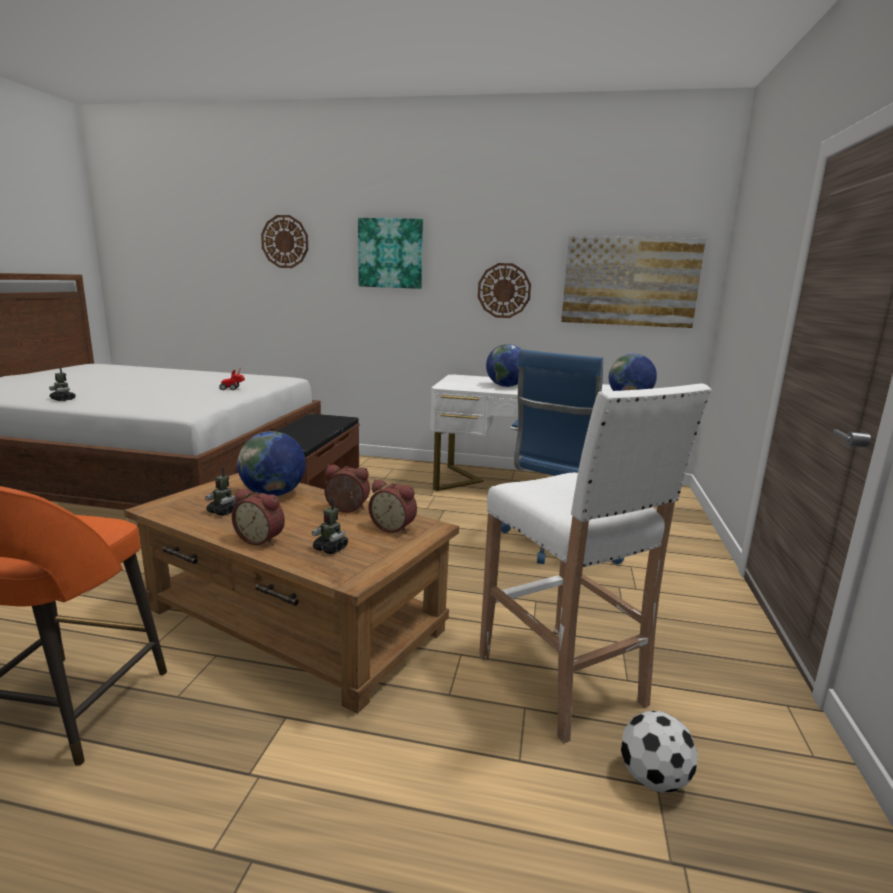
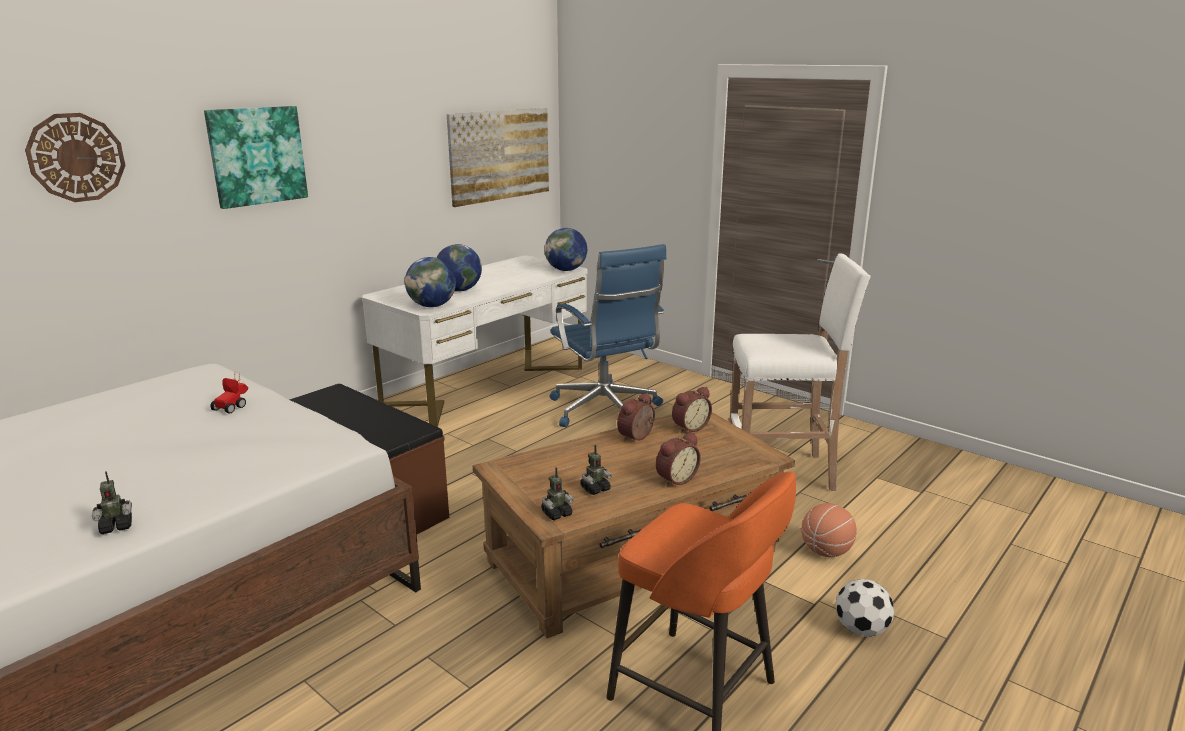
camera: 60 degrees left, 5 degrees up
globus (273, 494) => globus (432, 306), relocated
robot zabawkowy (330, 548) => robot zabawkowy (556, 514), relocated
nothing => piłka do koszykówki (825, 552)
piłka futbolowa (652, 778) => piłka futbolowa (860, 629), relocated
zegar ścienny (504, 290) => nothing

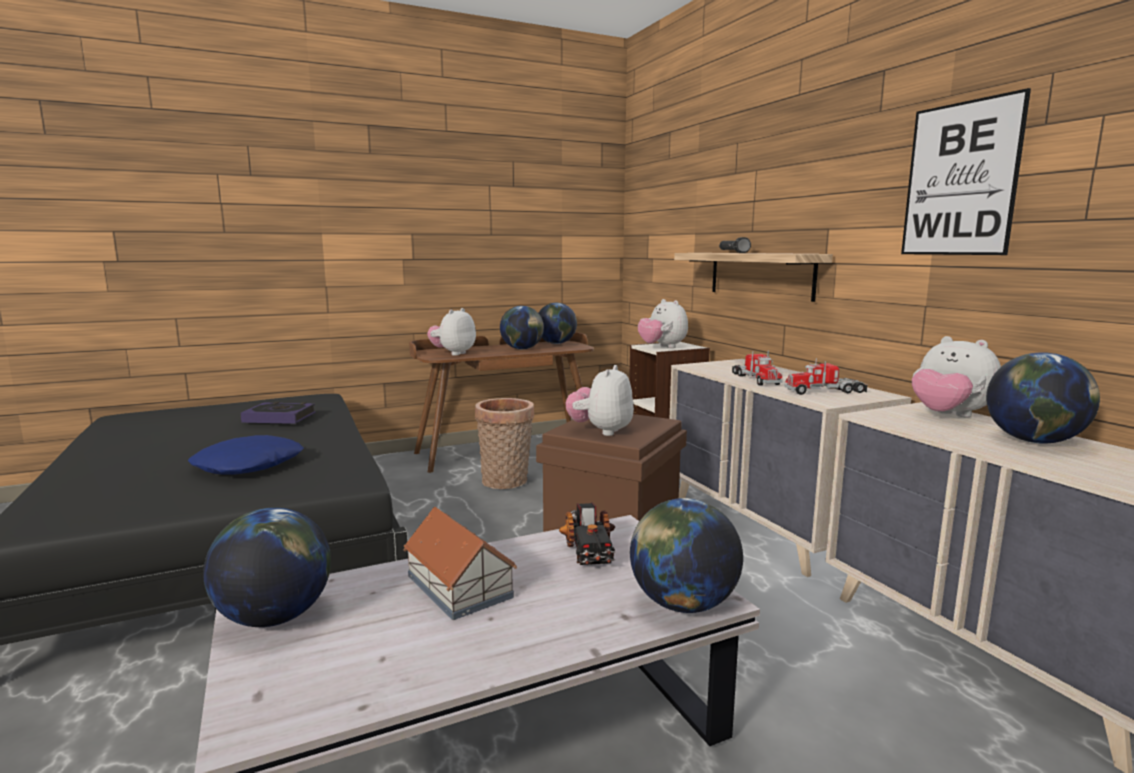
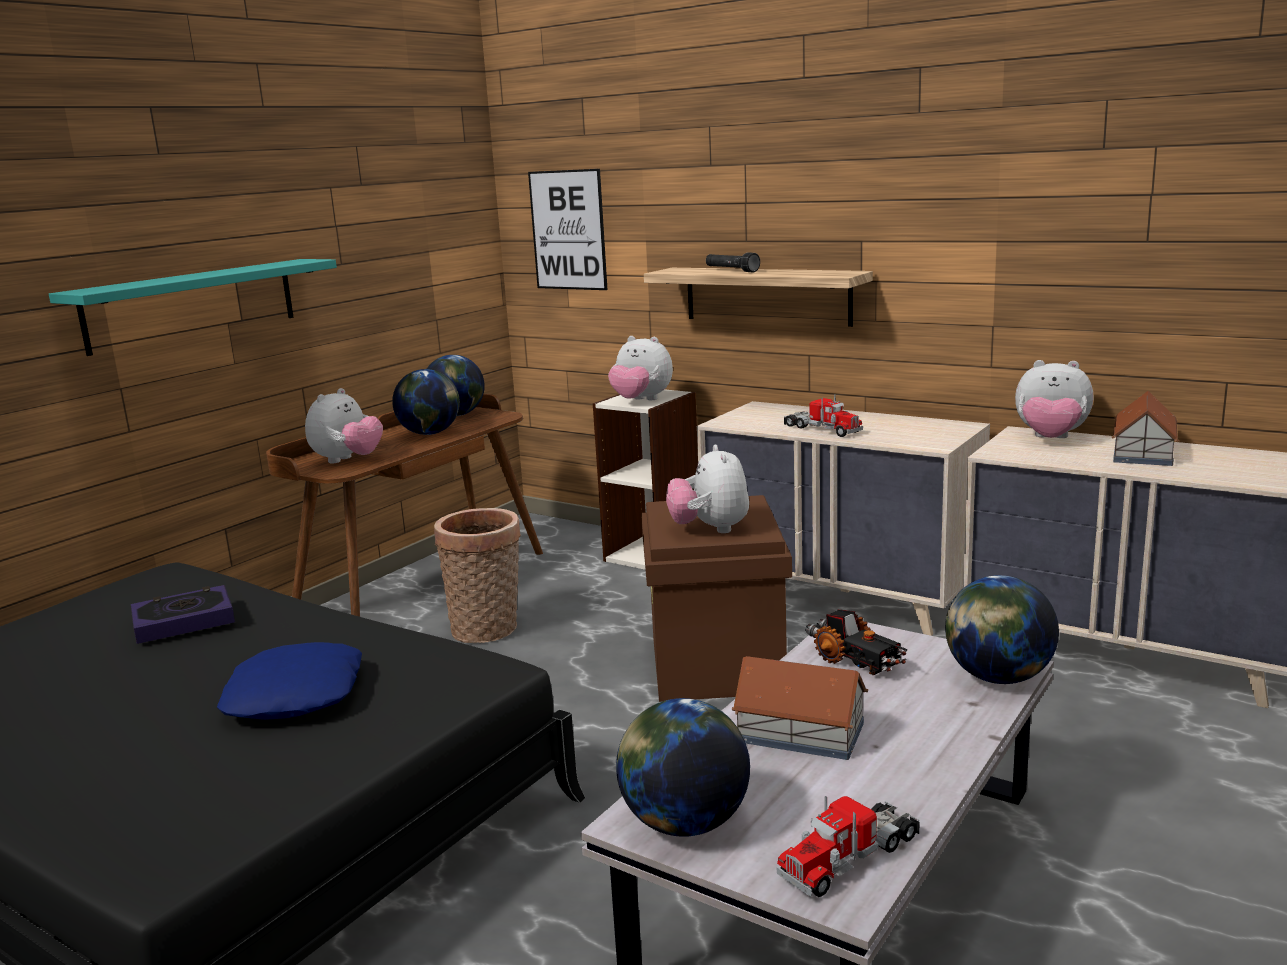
camera: 30 degrees left, 5 degrees up
nothing => półka (turkusowy) (192, 305)
pluszak (453, 353) => pluszak (347, 460), 150 degrees counterclockwise
obraz (960, 179) => obraz (568, 230), relocated
ciężarówka zabawkowa (825, 391) => ciężarówka zabawkowa (850, 857), relocated
globus (1034, 441) => domek (1143, 452)

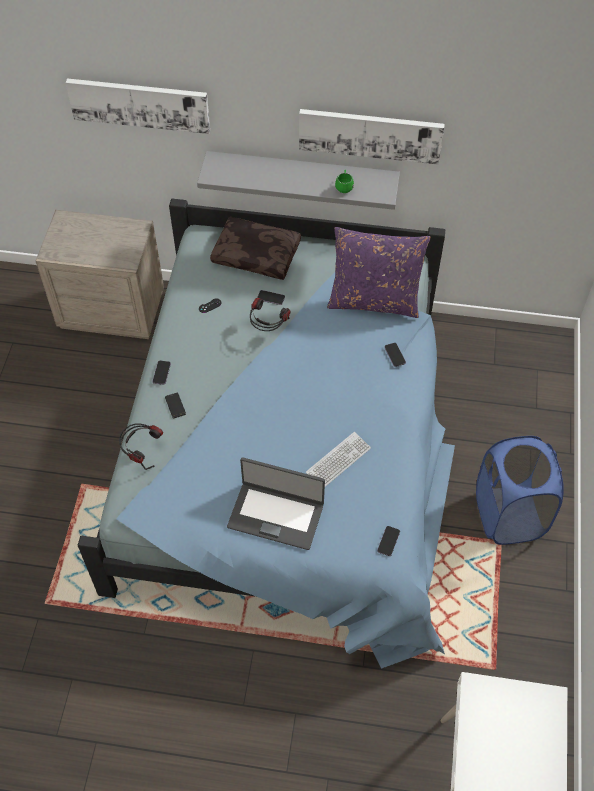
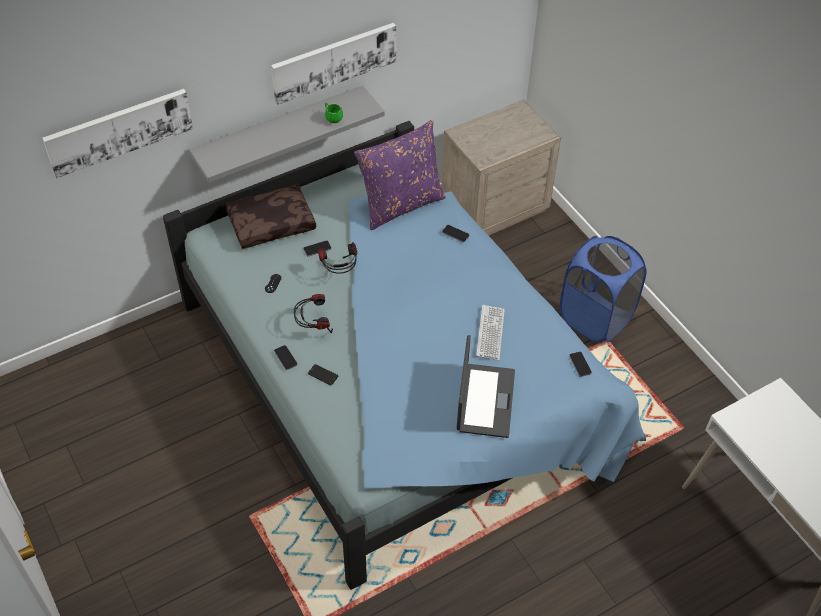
camera: 40 degrees left, 5 degrees down
słuchawki (142, 453) => słuchawki (313, 326), relocated
szafka nocna (beżowy) (112, 309) => szafka nocna (beżowy) (493, 207), relocated
laptop (276, 515) => laptop (484, 400), 60 degrees counterclockwise

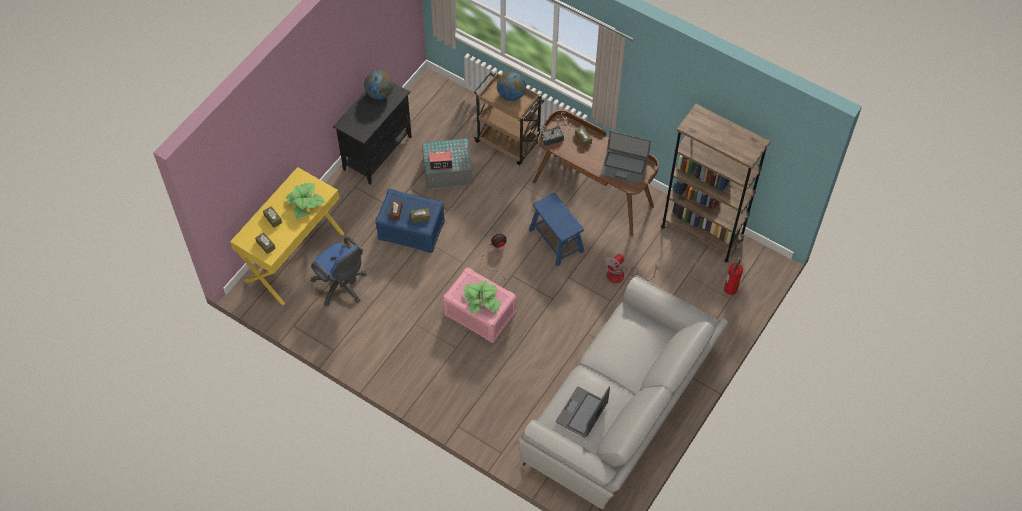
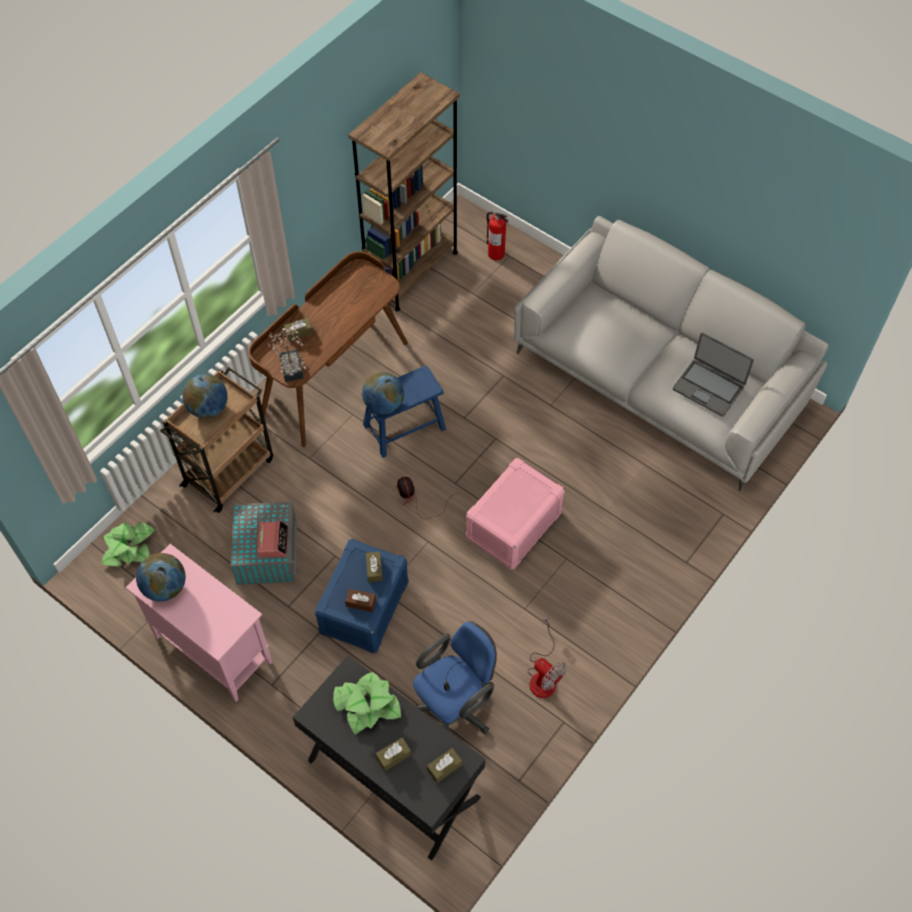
camera: 85 degrees left, 0 degrees up
roślina doniczkowa (482, 300) => roślina doniczkowa (129, 548), relocated
szafka (czarny) (378, 152) => szafka (różowy) (212, 649)
biurko (żółty) (294, 256) => biurko (czarny) (392, 779)
nothing => globus (384, 405)
wentylator (622, 275) => wentylator (543, 675), relocated
laptop (624, 167) => nothing

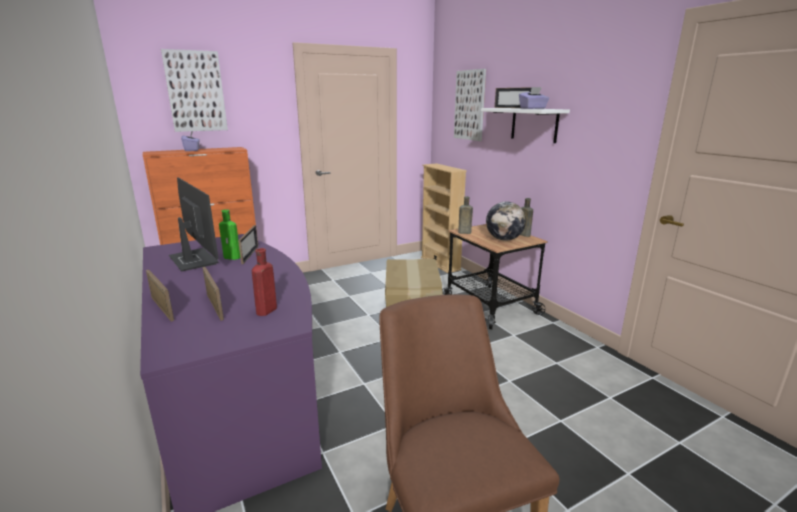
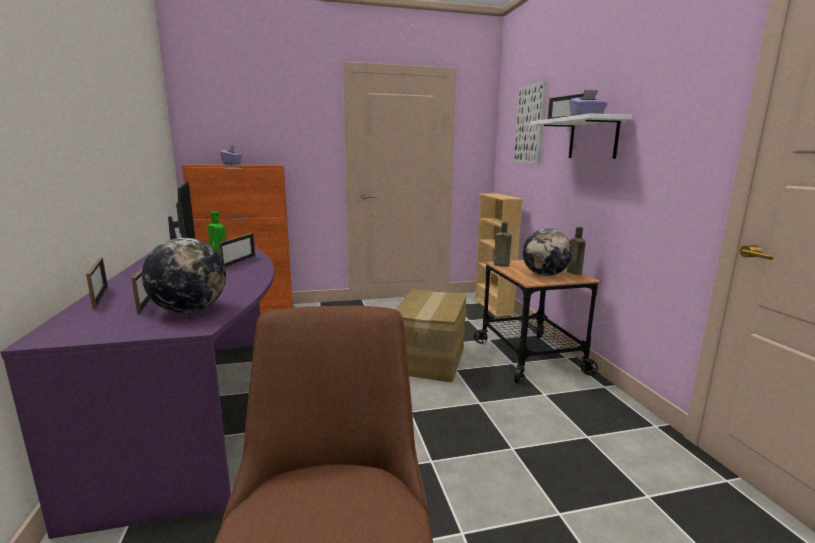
camera: 15 degrees right, 5 degrees down
butelka (czerwony) (265, 311) => globus (189, 310)
obraz (195, 91) => nothing

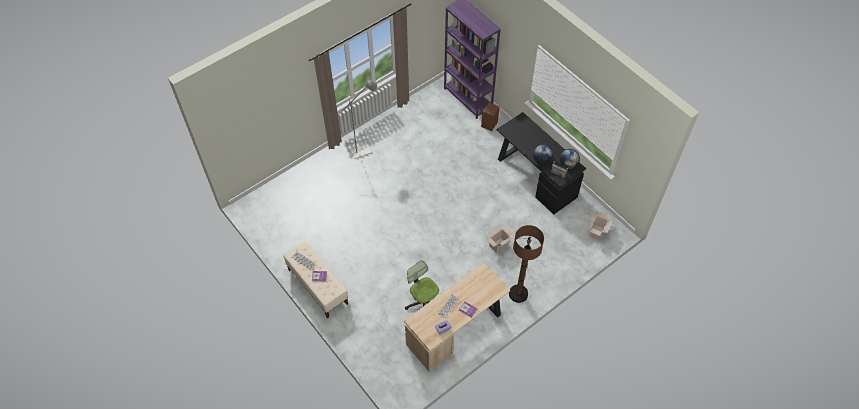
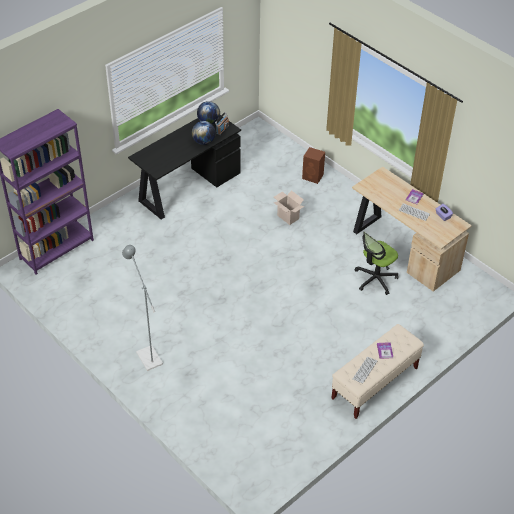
camera: 95 degrees left, 10 degrees down
głośnik (brązowy) (489, 124) => głośnik (brązowy) (313, 177), relocated
lampa stojąca (brązowy) (518, 294) => nothing
karton (596, 233) => nothing

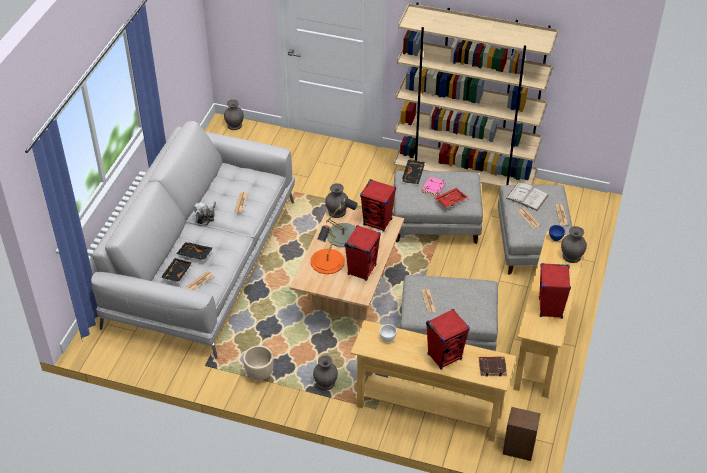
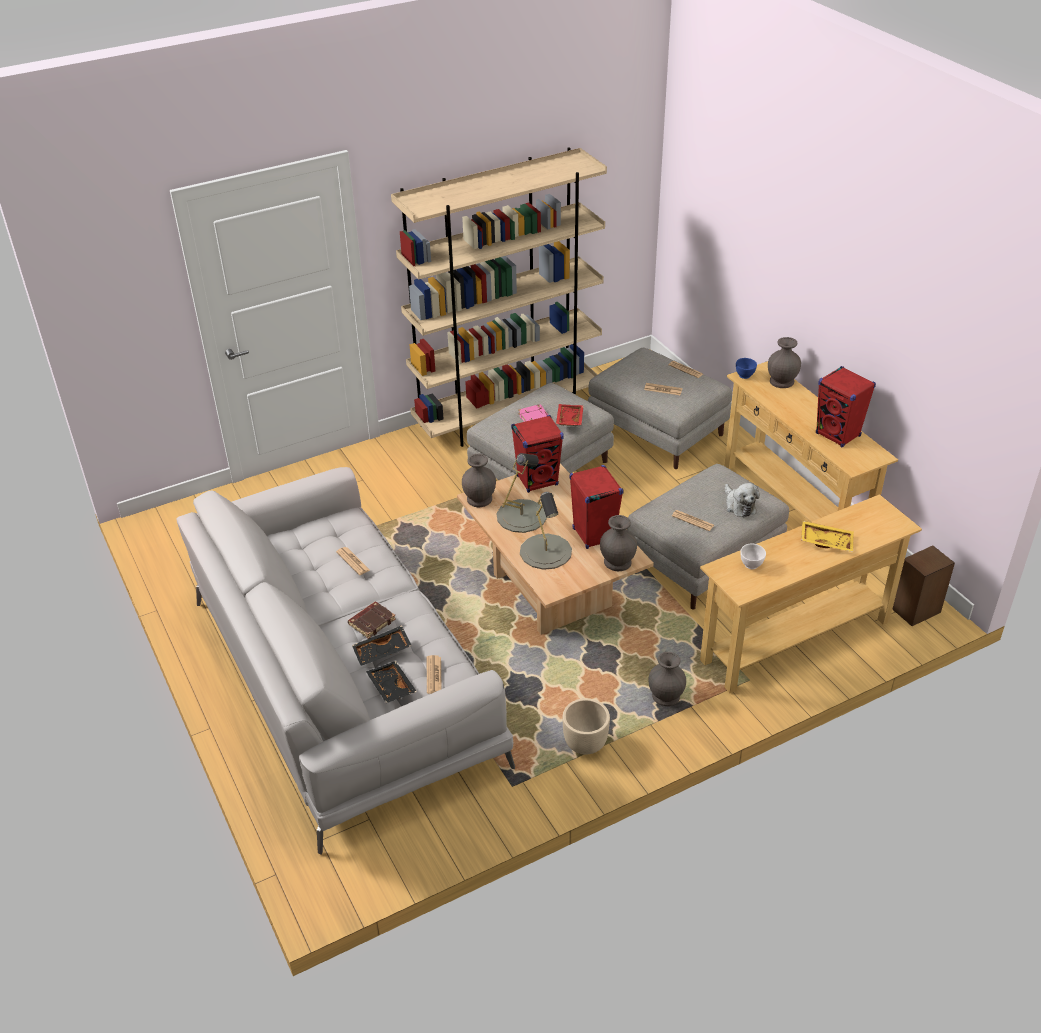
camera: 45 degrees left, 5 degrees down
książka (brązowy) (492, 367) => książka (brązowy) (372, 622), relocated
lampa stołowa (pomarańczowy) (327, 261) => lampa stołowa (szary) (546, 551)
wazon (szary) (234, 125) => wazon (szary) (617, 561), relocated
pluszak (206, 216) => pluszak (739, 505), relocated
głośnik (czerwony) (444, 356) => taca (żółty) (826, 541)
taca (czarny) (413, 175) => nothing
książka (biały) (527, 197) => nothing

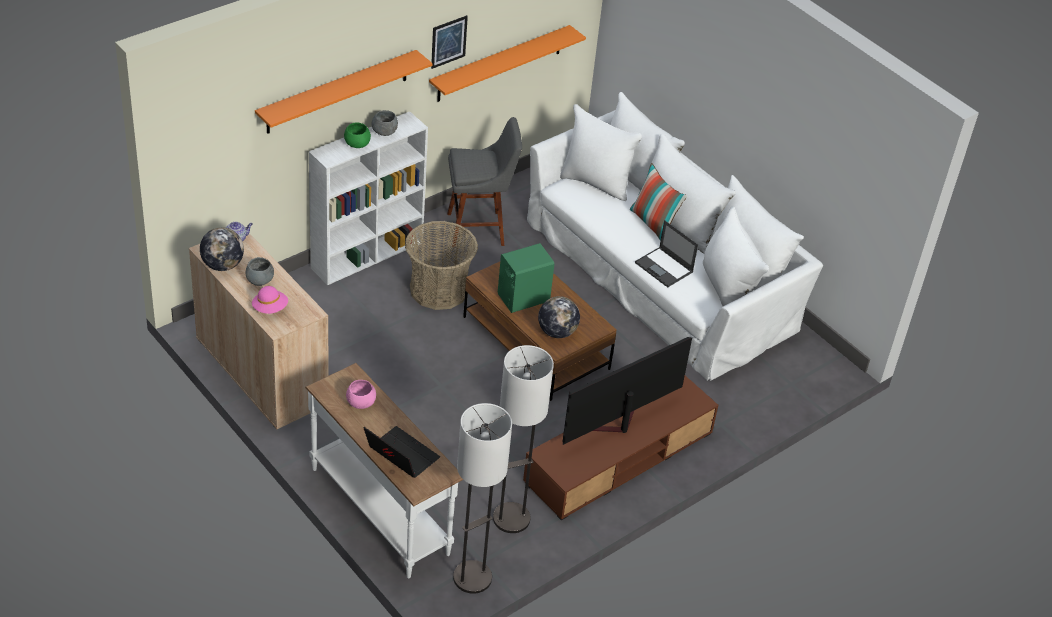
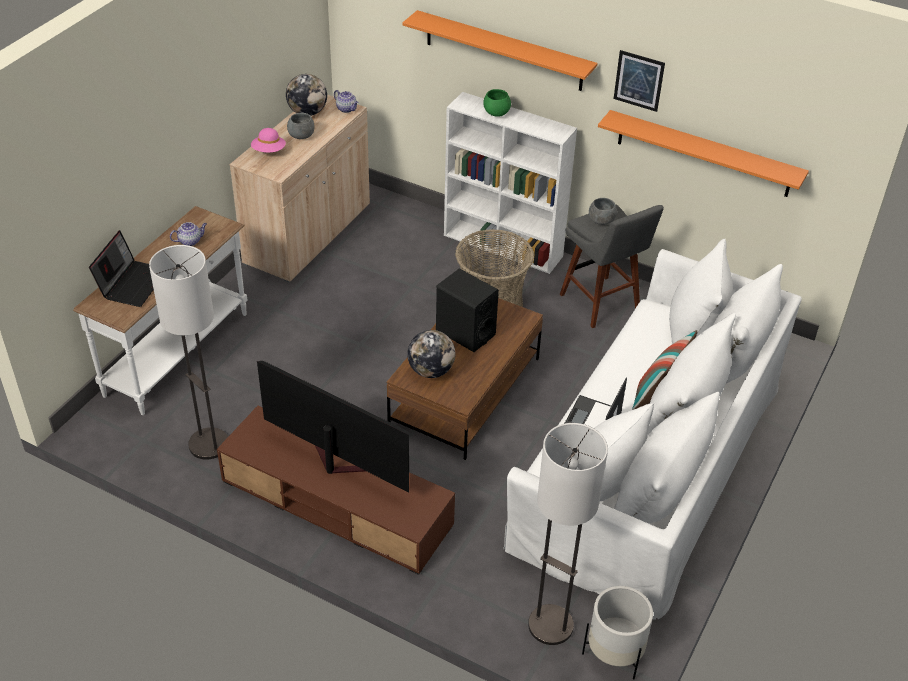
camera: 70 degrees right, 0 degrees up
miska (różowy) (360, 403) => imbryk (190, 241)
głośnik (zielony) (523, 298) => głośnik (czarny) (465, 333)
lampa stojąca (472, 578) => lampa stojąca (550, 625), relocated
nothing => donica (biały) (614, 654)
miska (szary) (384, 132) => miska (szary) (601, 221), relocated

